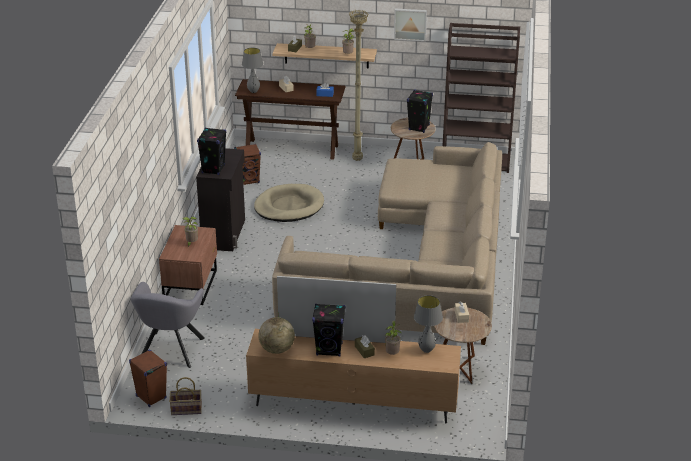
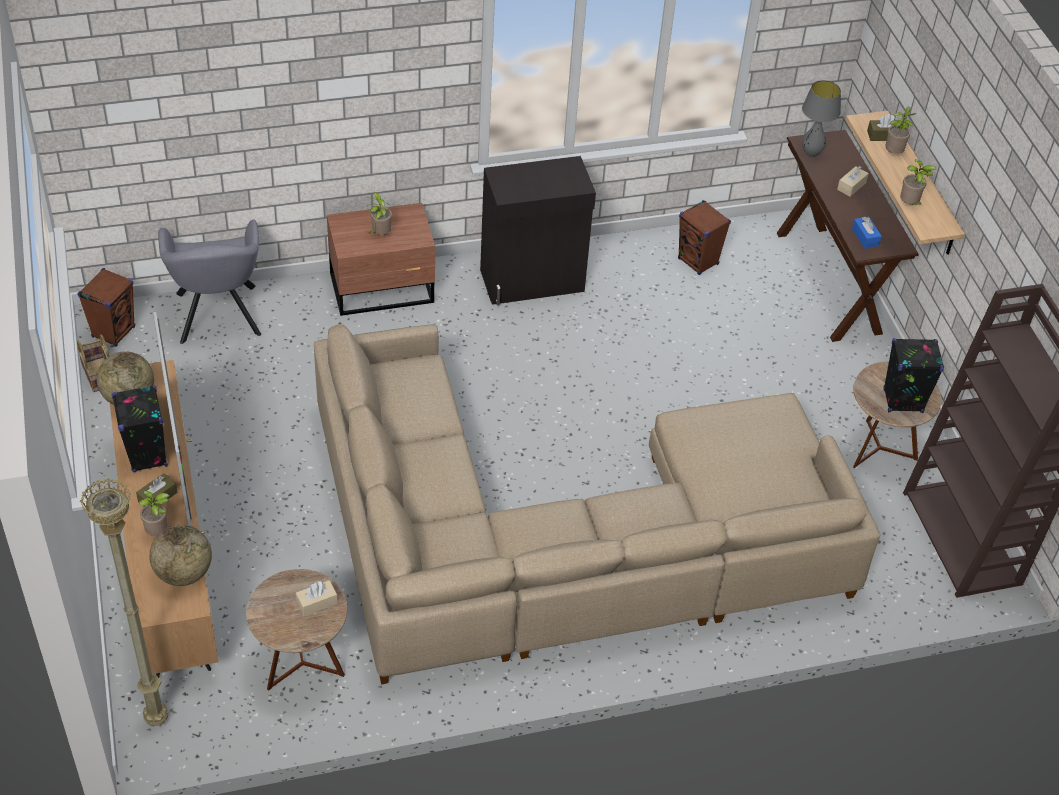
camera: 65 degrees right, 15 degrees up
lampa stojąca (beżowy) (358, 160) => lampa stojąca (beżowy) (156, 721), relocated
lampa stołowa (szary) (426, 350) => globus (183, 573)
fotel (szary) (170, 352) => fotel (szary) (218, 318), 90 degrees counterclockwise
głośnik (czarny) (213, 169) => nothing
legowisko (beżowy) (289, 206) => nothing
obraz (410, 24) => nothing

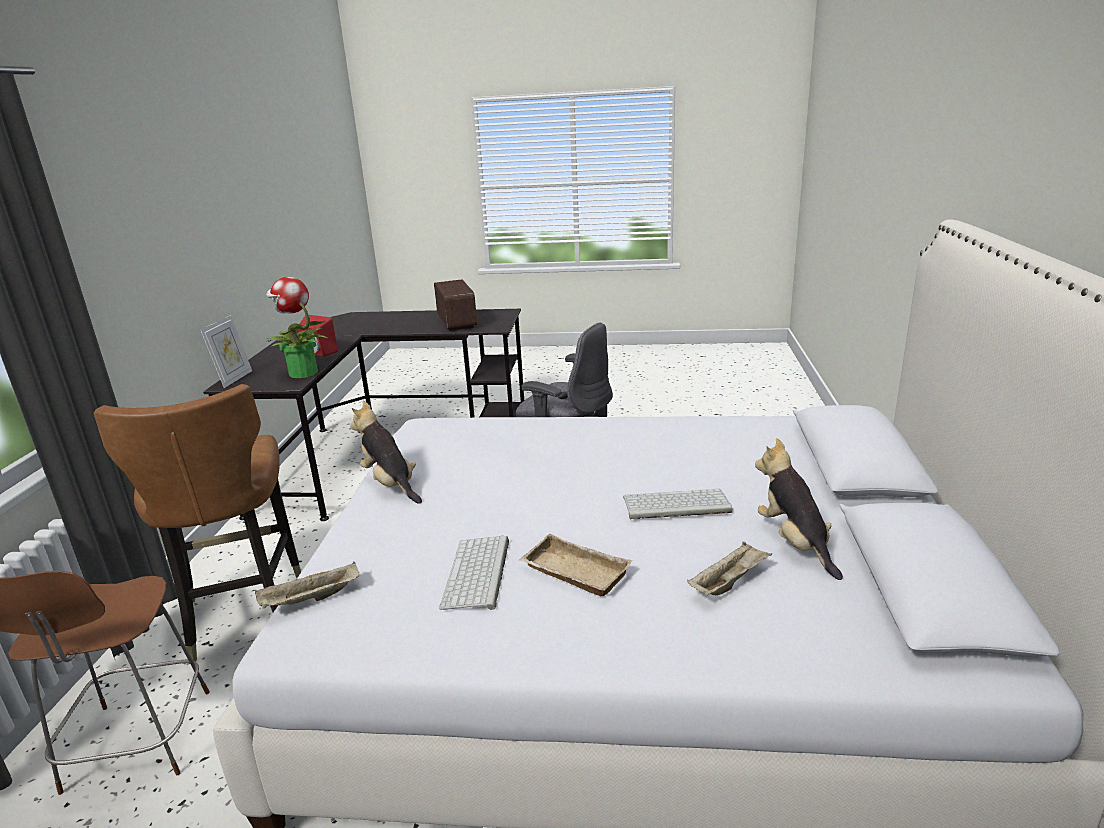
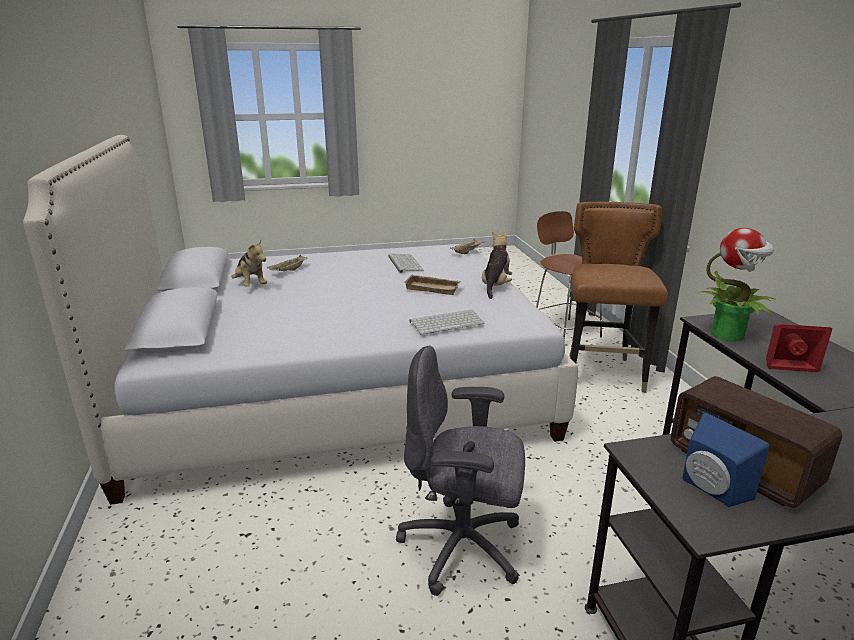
camera: 160 degrees right, 0 degrees up
taca (beżowy) (572, 572) => taca (beżowy) (433, 288), relocated
klawiatura (675, 505) => klawiatura (447, 322), relocated
pluszak (390, 484) => pluszak (495, 286), 105 degrees counterclockwise
krzesło (brązowy) (243, 616) => krzesło (brązowy) (602, 374), 45 degrees clockwise
nothing => głośnik (niebieski) (710, 490)
ramka na zdjęcie (234, 379) => nothing

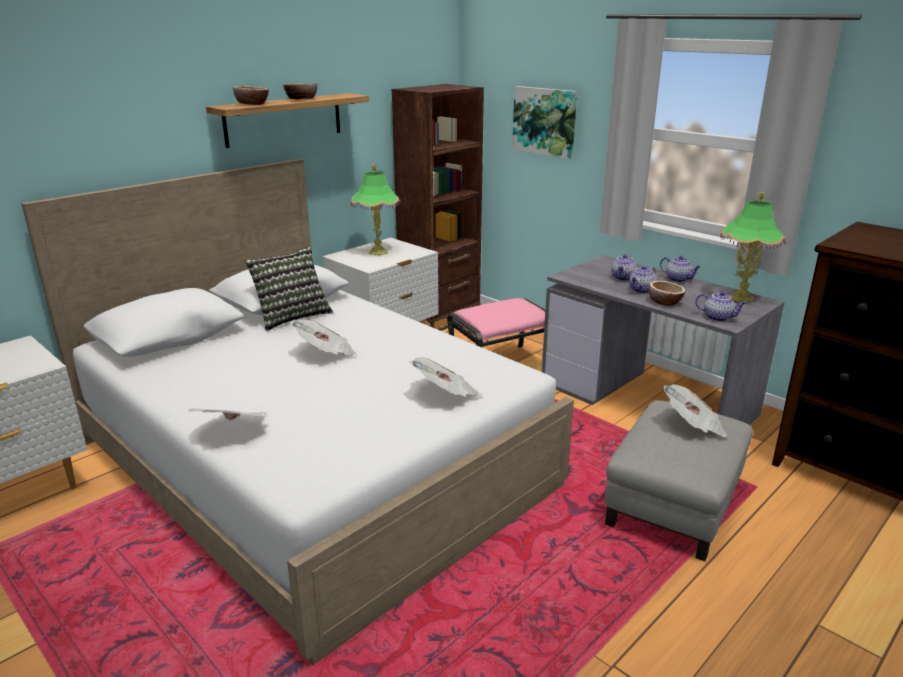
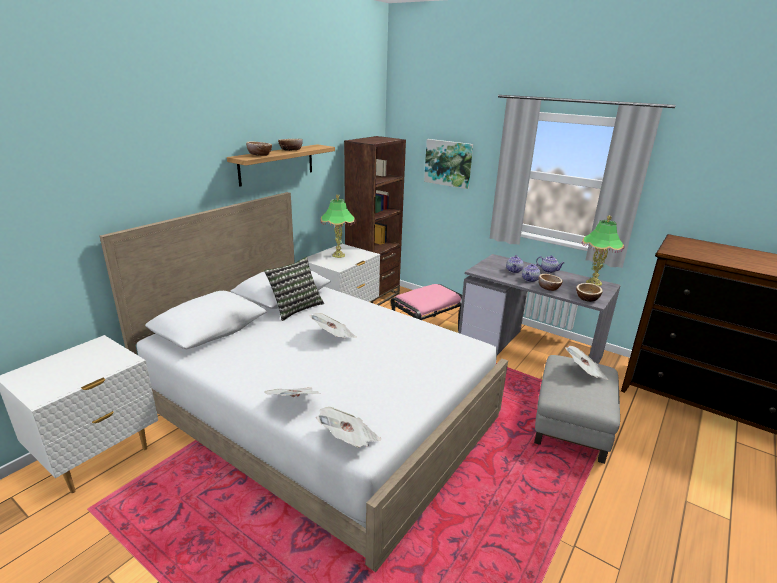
camera: 10 degrees left, 0 degrees up
gazeta (446, 394) => gazeta (349, 440), relocated
imbryk (718, 317) => miska (587, 298)

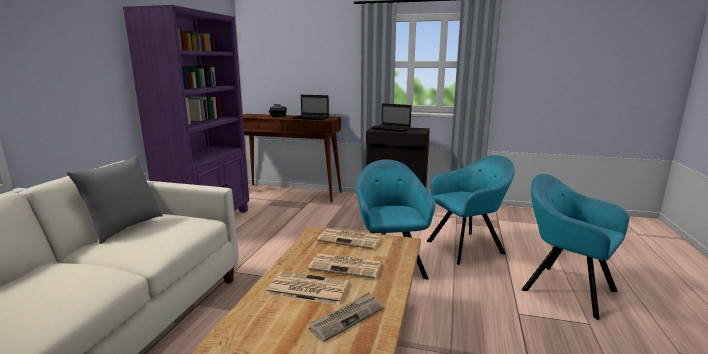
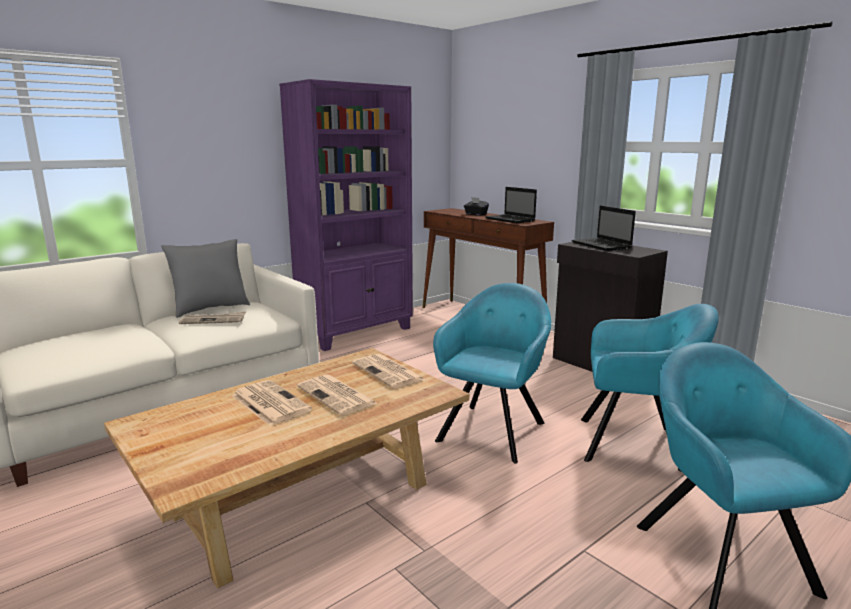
camera: 35 degrees right, 0 degrees up
gazeta (347, 318) => gazeta (213, 320), relocated

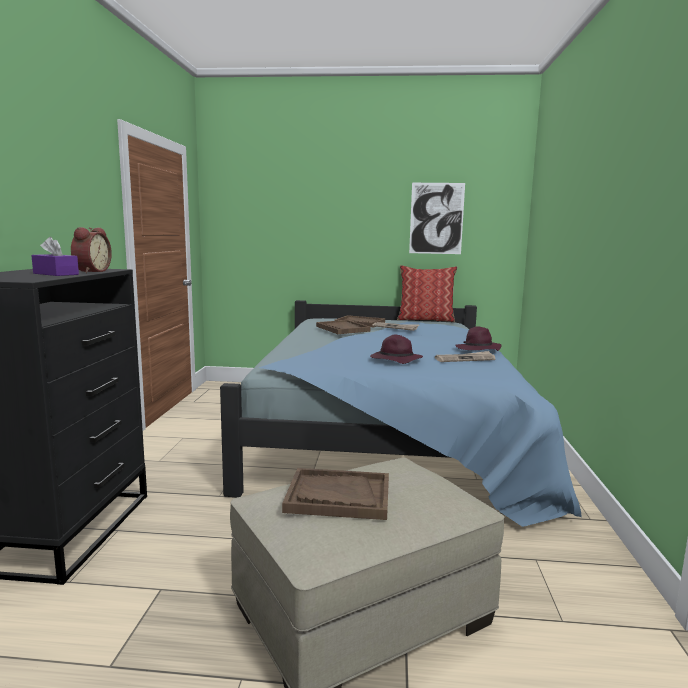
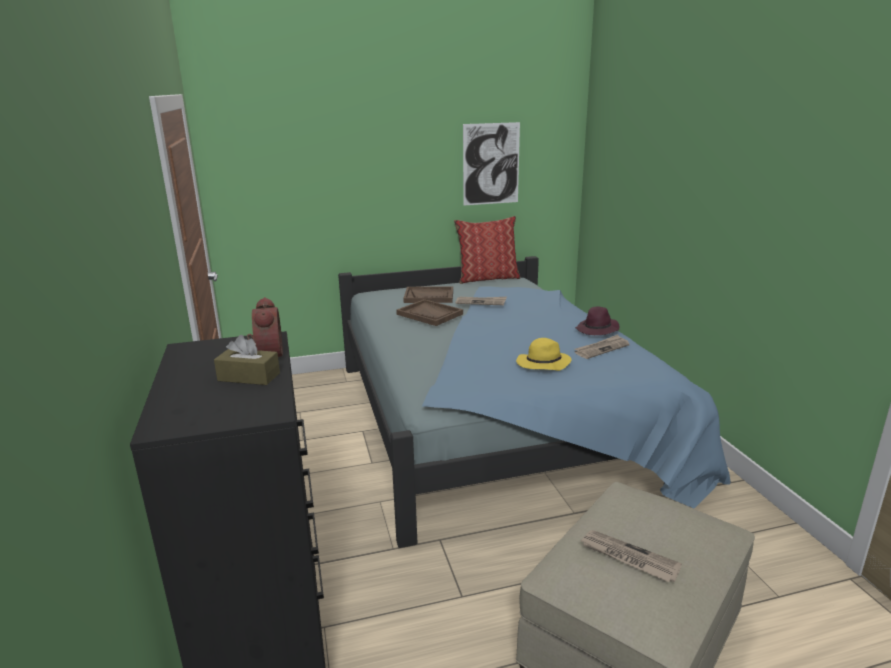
camera: 20 degrees left, 10 degrees up
pudełko chusteczek (fioletowy) (56, 274) => pudełko chusteczek (brązowy) (249, 377)
kapelusz (fioletowy) (395, 360) => kapelusz (żółty) (542, 364)
taca (brązowy) (338, 496) => gazeta (628, 558)

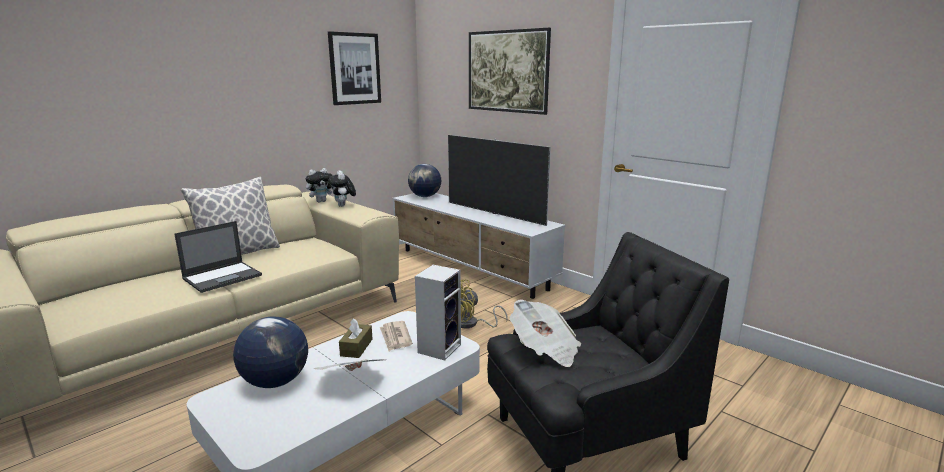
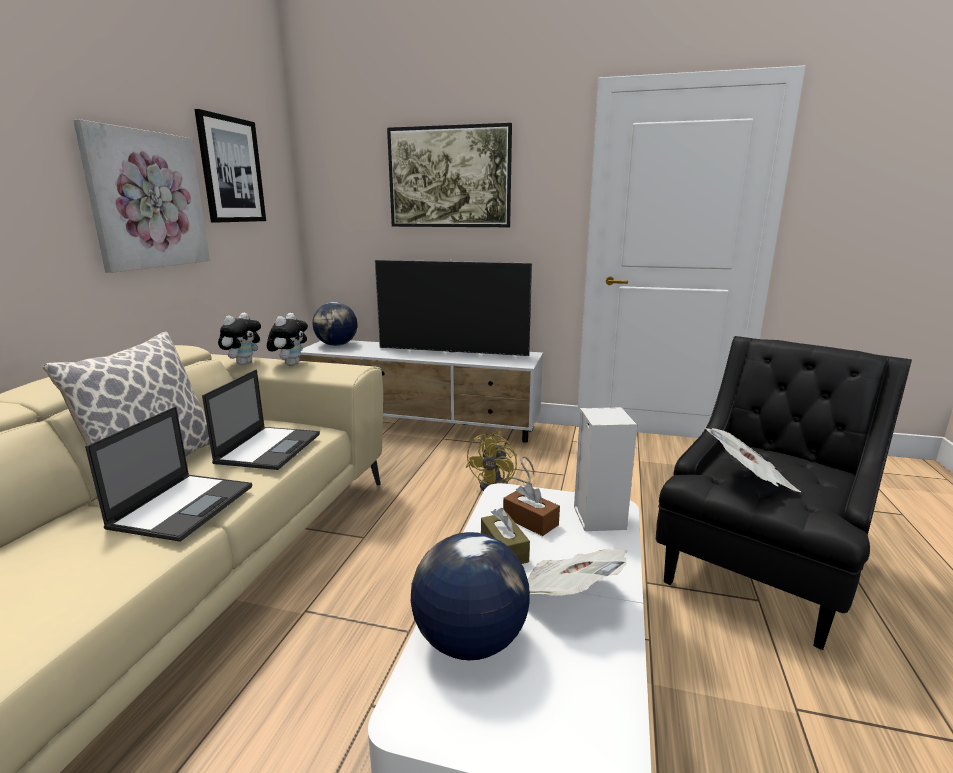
camera: 30 degrees left, 0 degrees up
nothing => obraz (147, 200)
nothing => laptop (269, 447)
pluszak (343, 206) => pluszak (290, 364), 120 degrees counterclockwise
gazeta (395, 337) => pudełko chusteczek (brązowy) (530, 521)

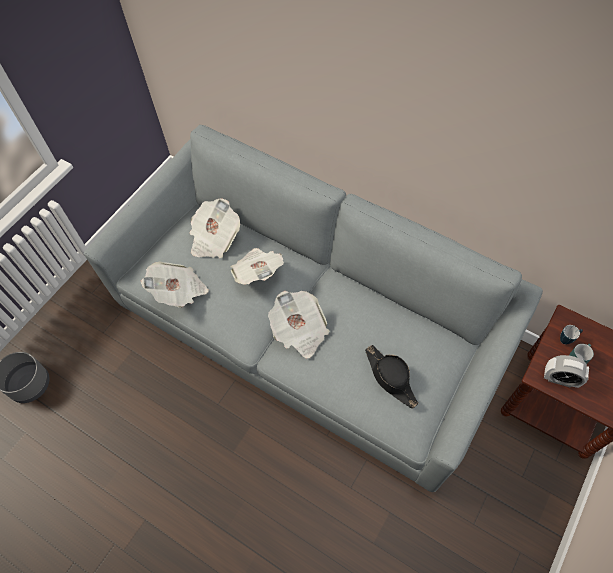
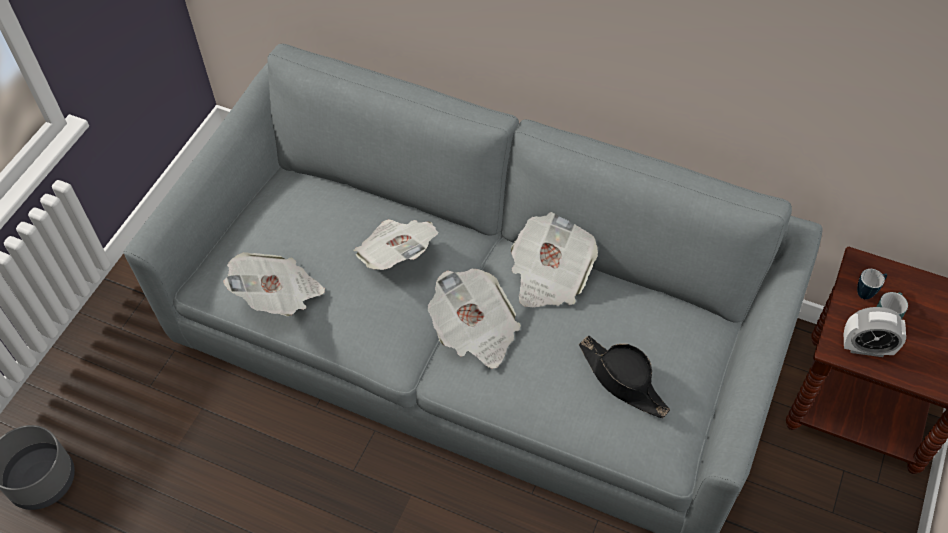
camera: 10 degrees left, 5 degrees down
gazeta (214, 238) => gazeta (549, 275), relocated

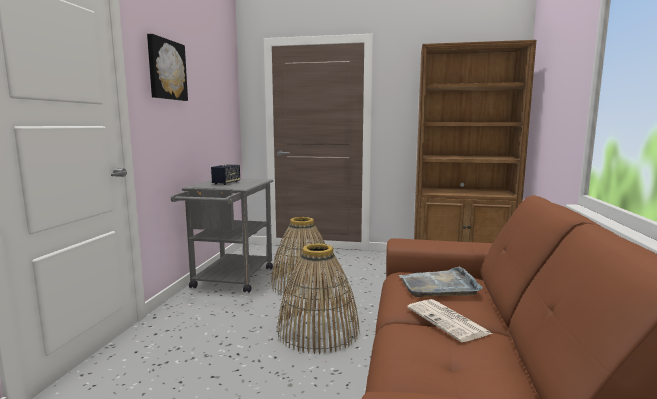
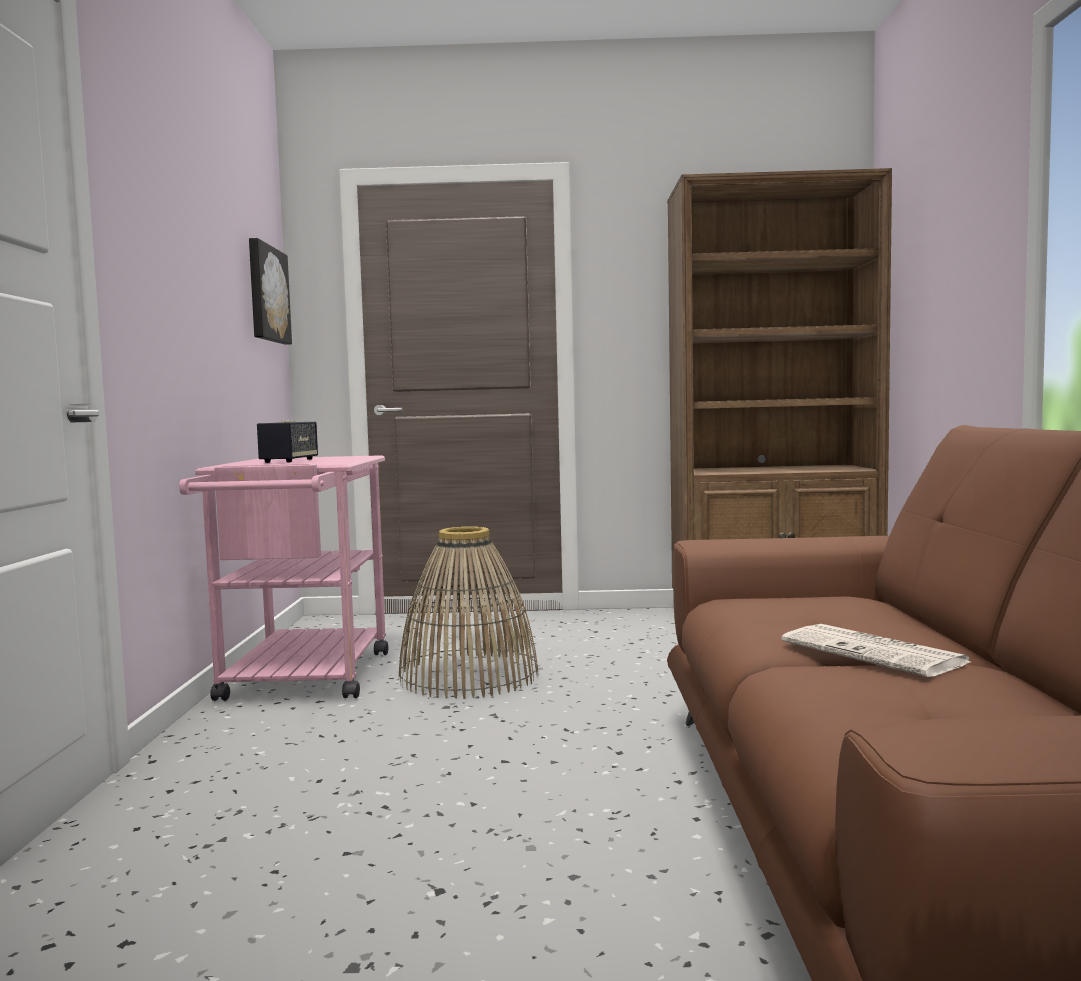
camera: 10 degrees left, 5 degrees down
wózek (szary) (230, 280) => wózek (różowy) (302, 681)
obraz (166, 70) => obraz (266, 294), relocated
koszyk (318, 331) => nothing
taca (szary) (439, 285) => nothing

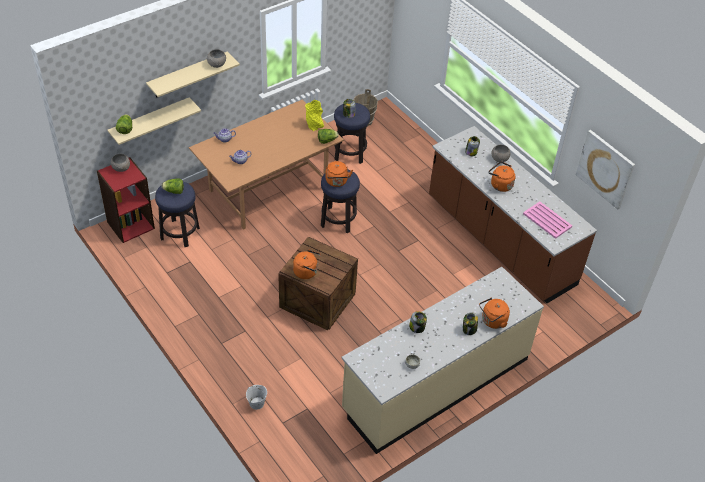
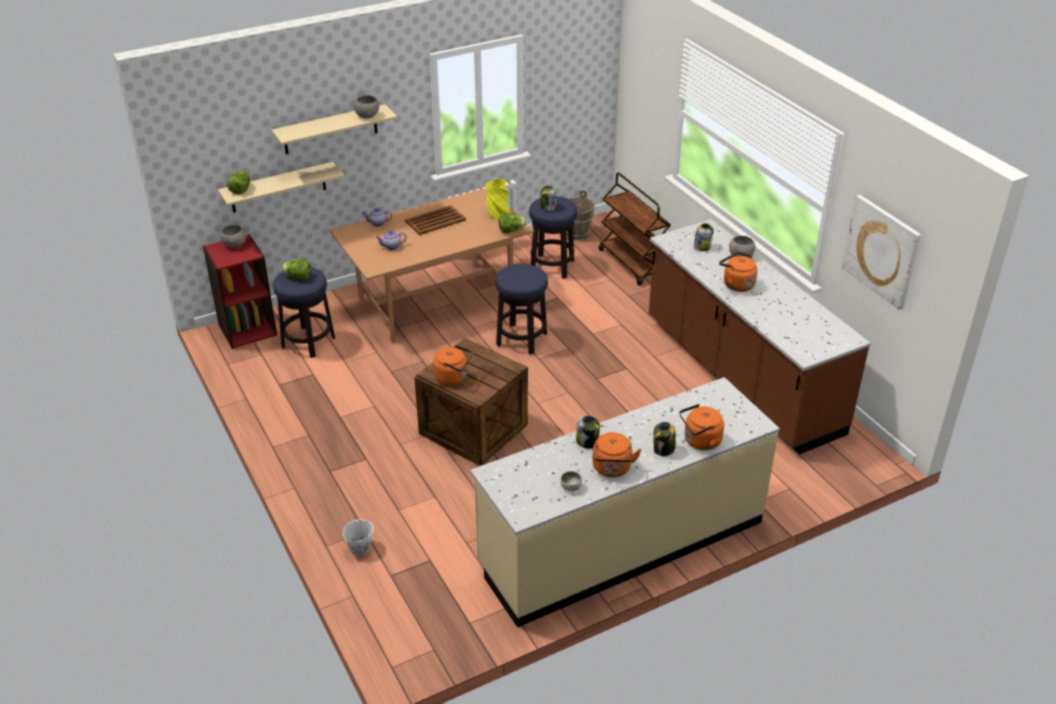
camera: 10 degrees right, 10 degrees down
nothing => taca (brązowy) (436, 221)
czajnik (pomarańczowy) (337, 182) => czajnik (pomarańczowy) (612, 469), relocated
nothing => wózek (brązowy) (633, 264)
taca (różowy) (547, 220) => nothing

